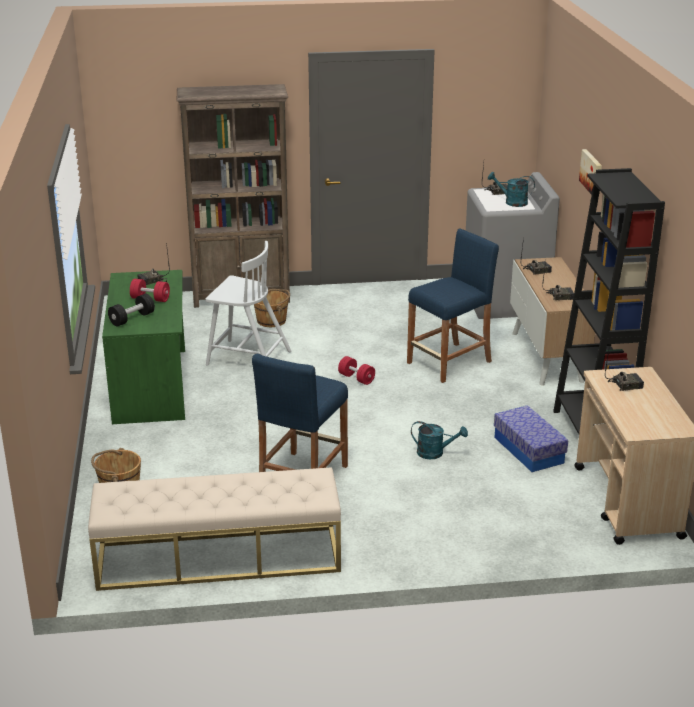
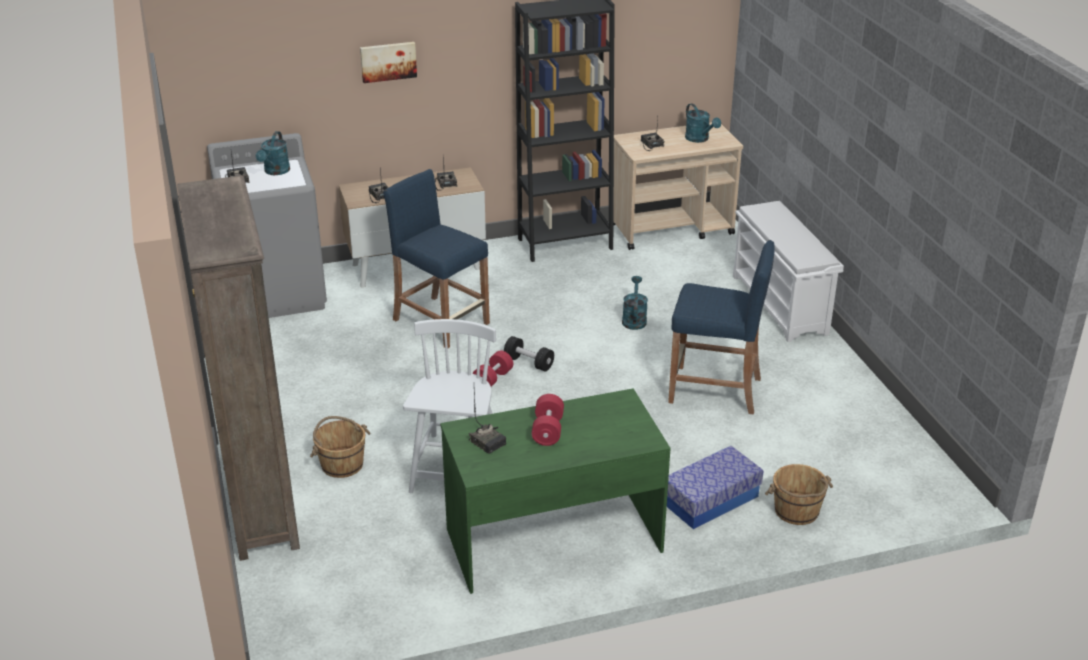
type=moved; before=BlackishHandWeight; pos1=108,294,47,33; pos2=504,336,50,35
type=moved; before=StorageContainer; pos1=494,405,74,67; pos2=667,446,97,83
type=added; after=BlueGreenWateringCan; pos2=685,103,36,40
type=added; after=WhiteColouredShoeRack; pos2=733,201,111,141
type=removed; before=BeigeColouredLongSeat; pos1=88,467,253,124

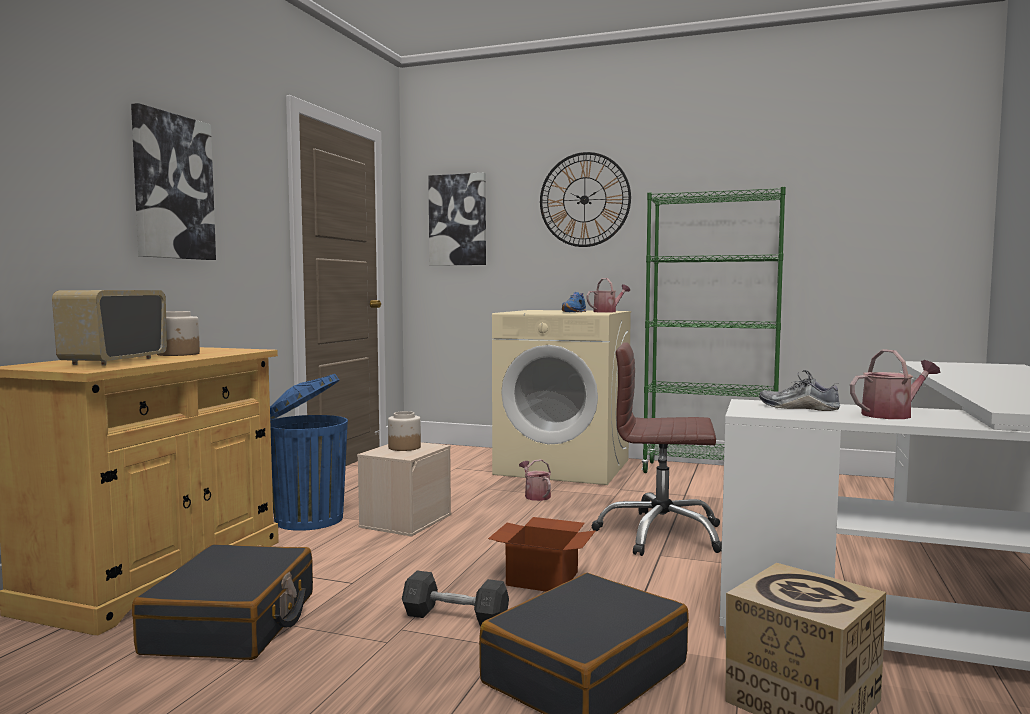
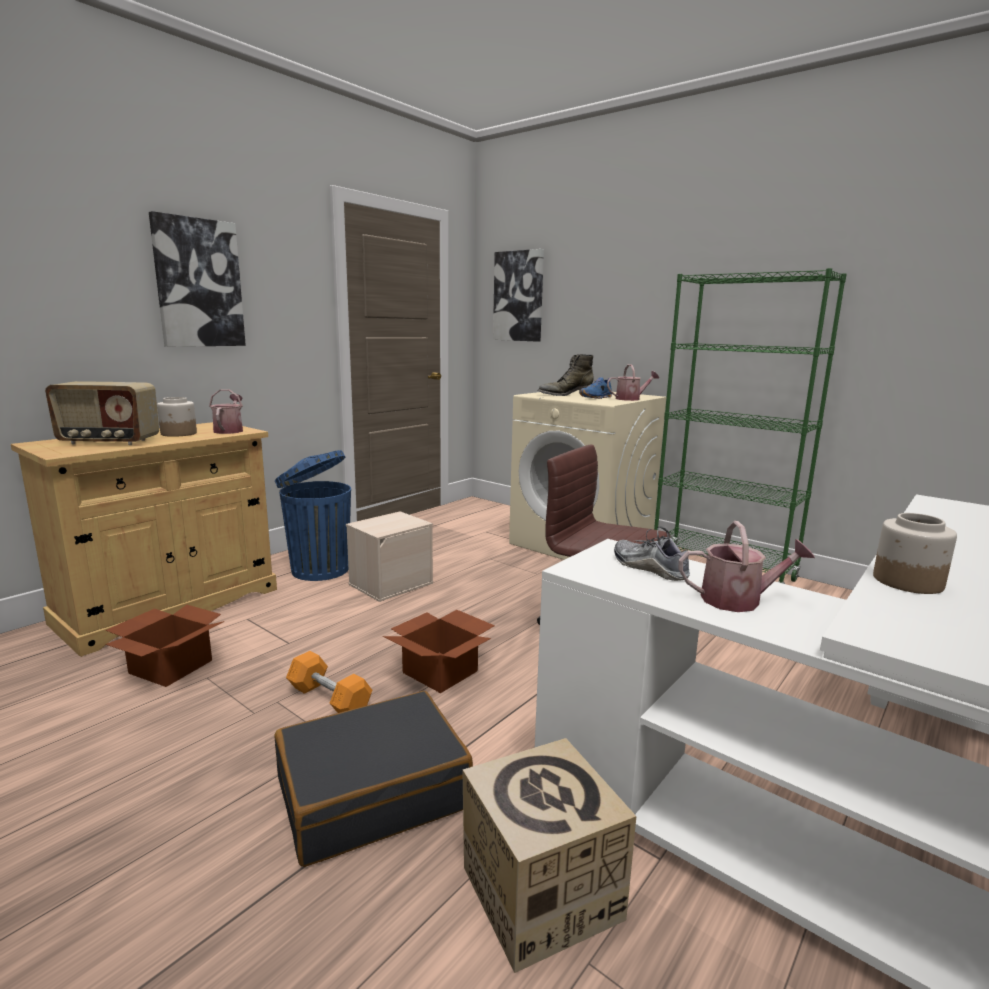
type=turned; before=Radio; pos1=52,290,115,76; pos2=45,381,114,64; turn=-120
type=replaced; before=BlackishSuitcase; after=PackingBox; pos1=132,544,181,116; pos2=105,605,120,82
type=moved; before=WateringCan; pos1=519,459,32,42; pos2=209,390,34,44
type=recoloured; before=GreyHandWeight; after=OrangeyHandWeight; pos1=402,571,107,55; pos2=286,651,86,62
type=added; after=GreenishHighTopBoot; pos2=537,354,57,42
type=moved; before=PreserveJar; pos1=388,411,33,40; pos2=873,513,84,81
type=removed; before=ClockOnTheWall; pos1=540,152,91,95

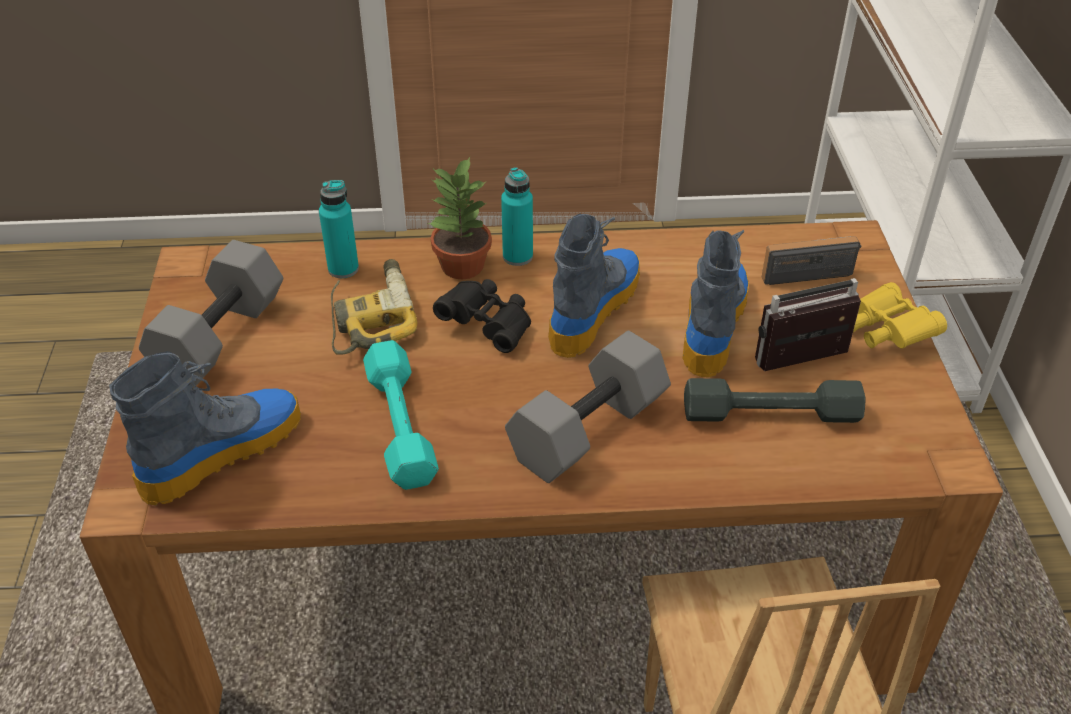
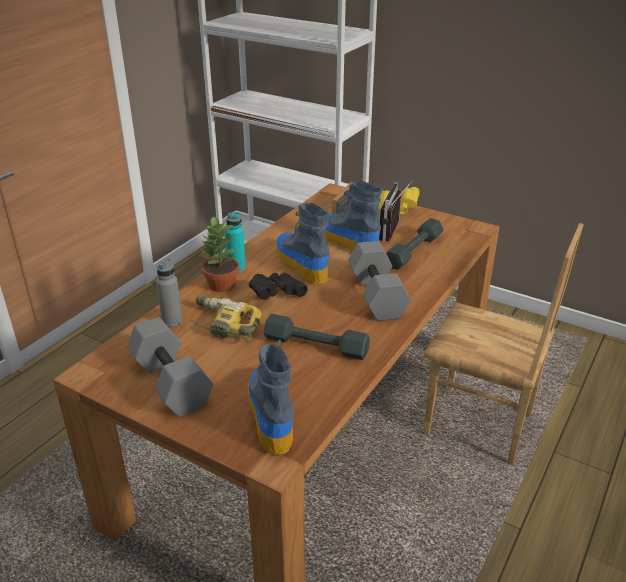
type=recoloured; before=BlueGreenBeverageBottle; after=GreyBeverageBottle; pos1=319,180,40,98; pos2=156,258,26,68
type=recoloured; before=BlueGreenHandWeight; after=GreyHandWeight; pos1=363,340,76,150; pos2=263,314,107,46

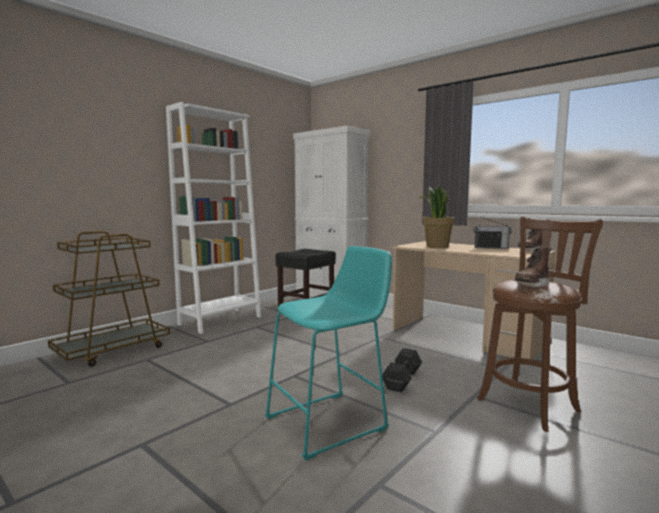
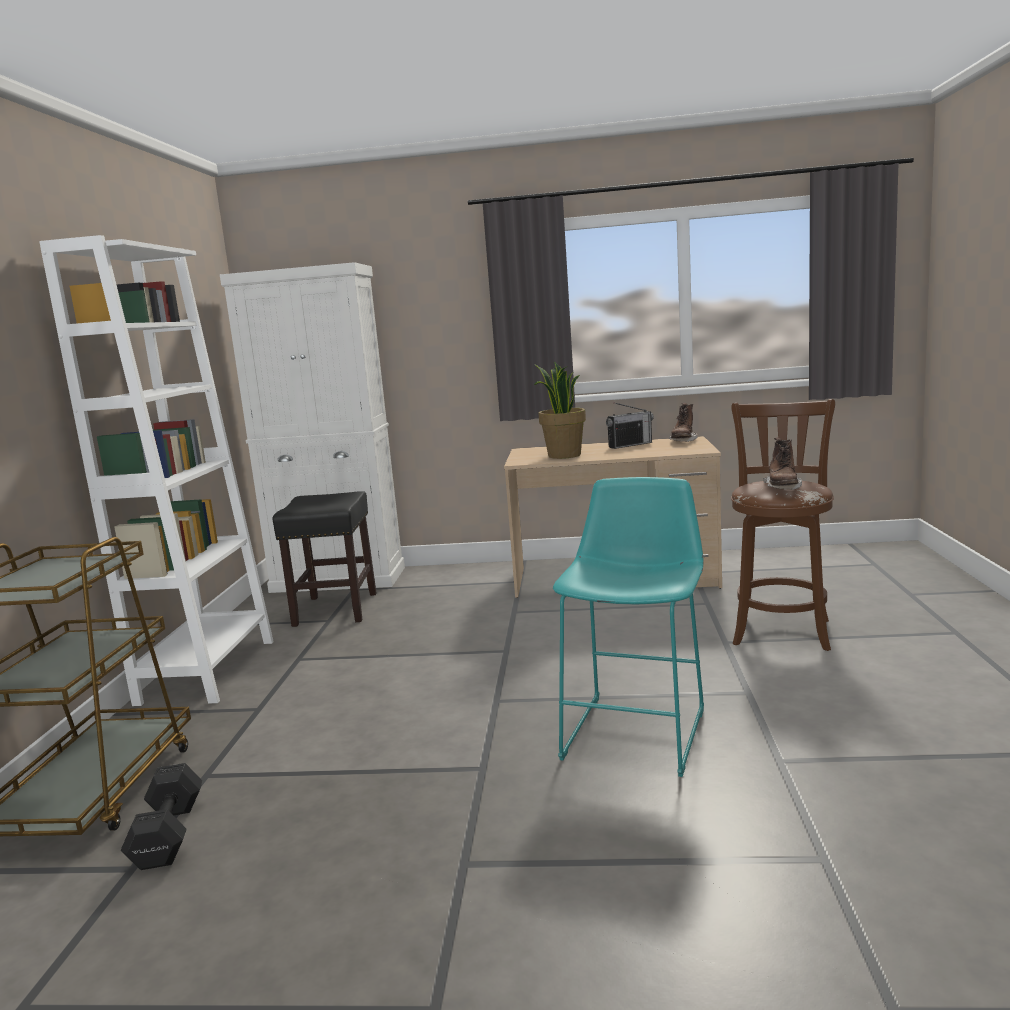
type=moved; before=BlackishHandWeight; pos1=382,348,40,44; pos2=121,763,82,107

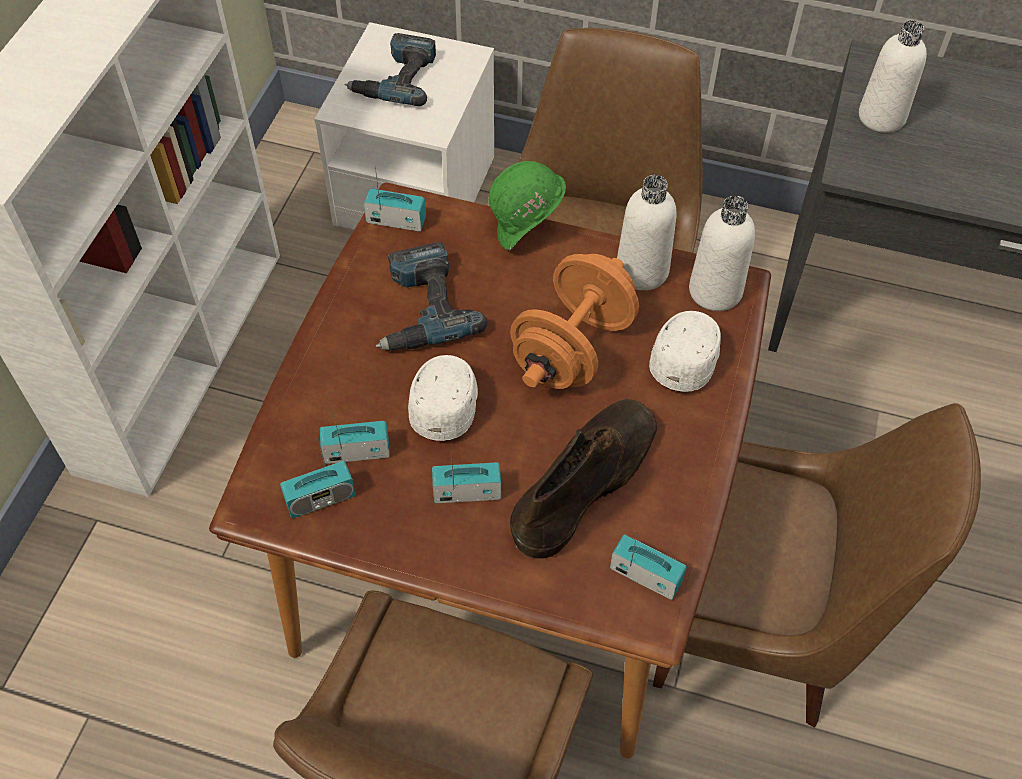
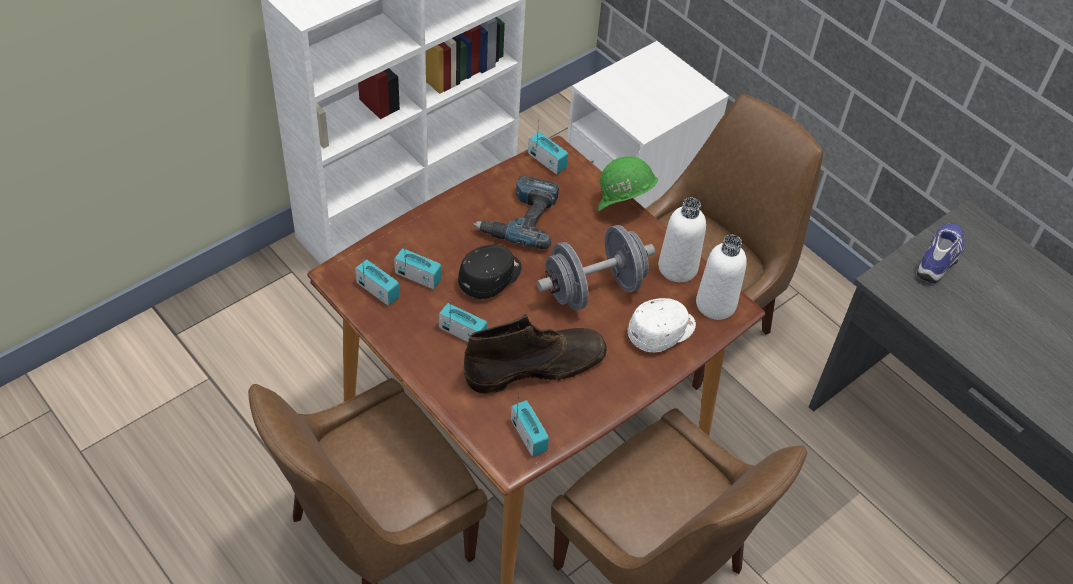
type=turned; before=Radio; pos1=280,430,76,88; pos2=355,246,45,60; turn=-150
type=recoloured; before=WhiteColouredBaseballCap; after=BlackishBaseballCap; pos1=408,355,70,86; pos2=458,244,64,55
type=recoloured; before=OrangeyHandWeight; after=GreyHandWeight; pos1=510,254,129,135; pos2=537,225,118,85
type=replaced; before=WhiteColouredBeverageBottle; after=LowShoe; pos1=859,20,68,113; pos2=917,223,48,60
type=removed; before=ElectricDrill; pos1=345,33,91,73

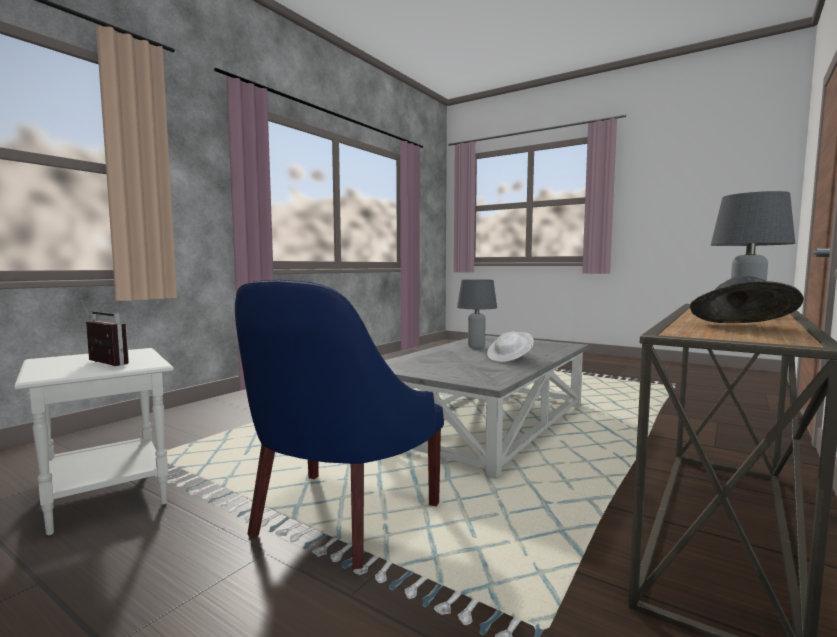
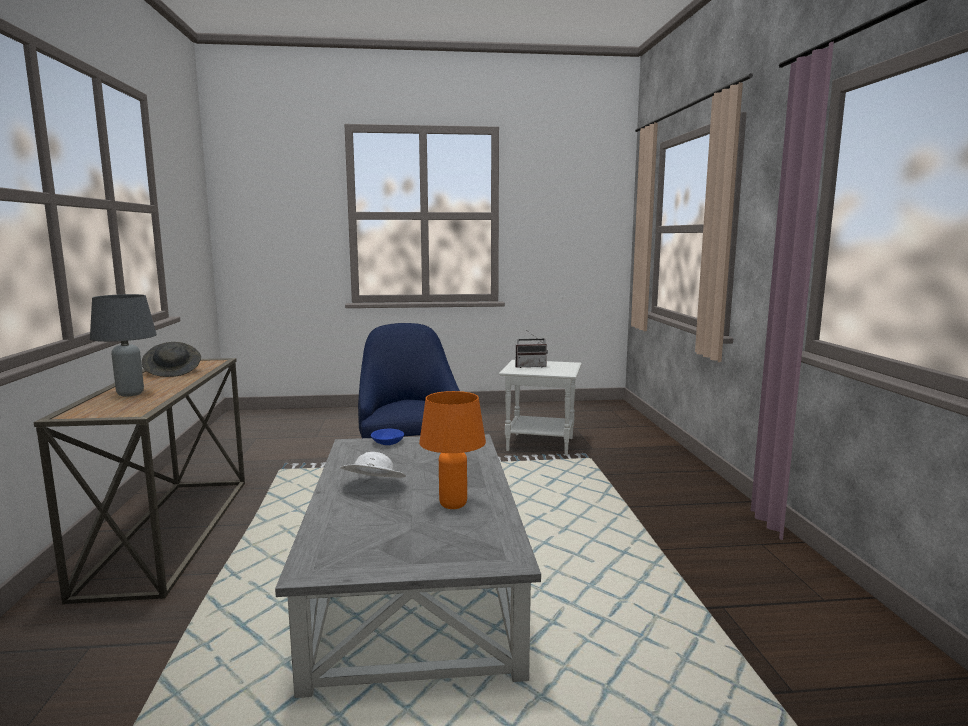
type=added; after=BlueServingBowl; pos2=371,429,33,16
type=recoloured; before=GreyTabletopLamp; after=OrangeyTabletopLamp; pos1=457,279,40,70; pos2=419,391,67,118

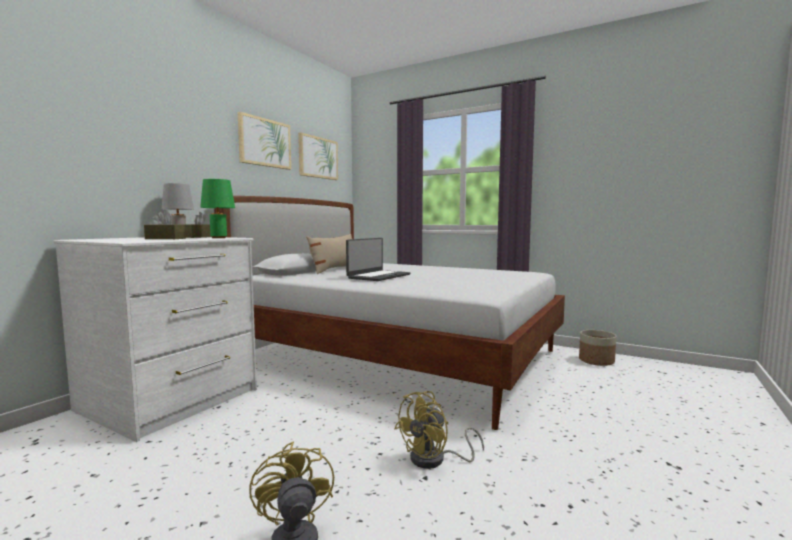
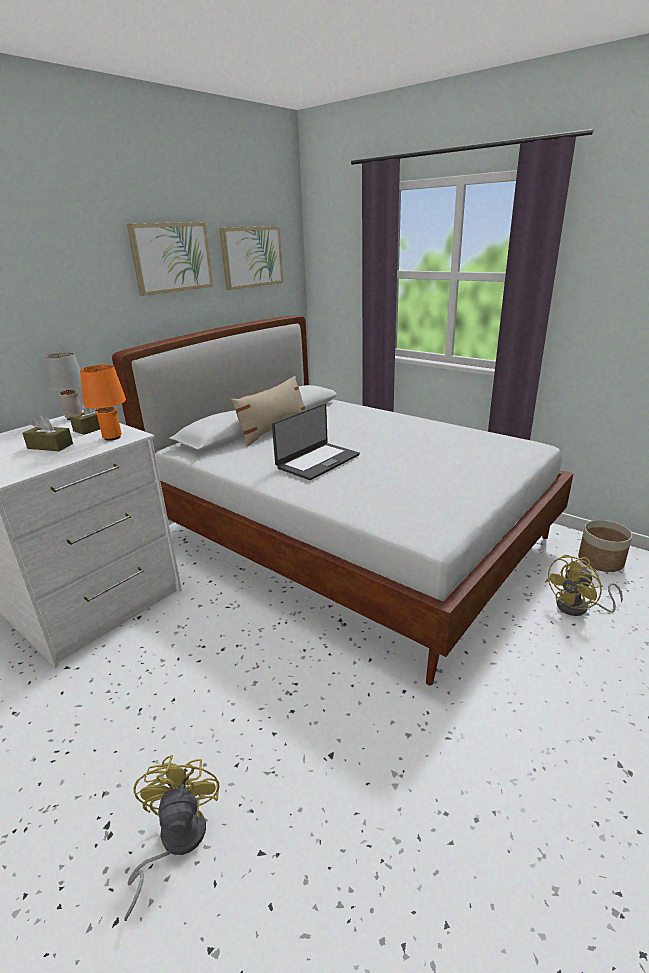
type=recoloured; before=GreenishTabletopLamp; after=OrangeyTabletopLamp; pos1=200,179,35,59; pos2=80,365,46,76
type=moved; before=YellowColouredFan; pos1=395,391,89,78; pos2=545,555,78,61

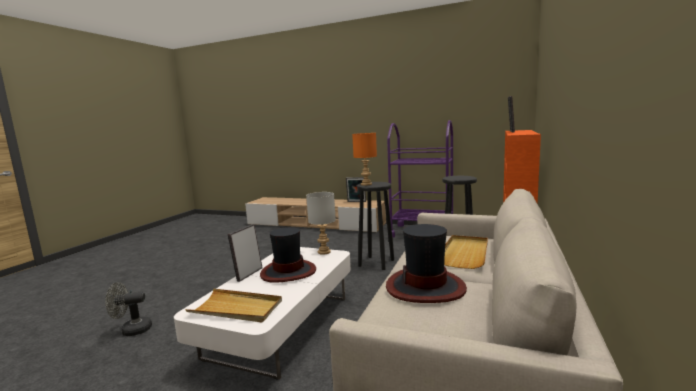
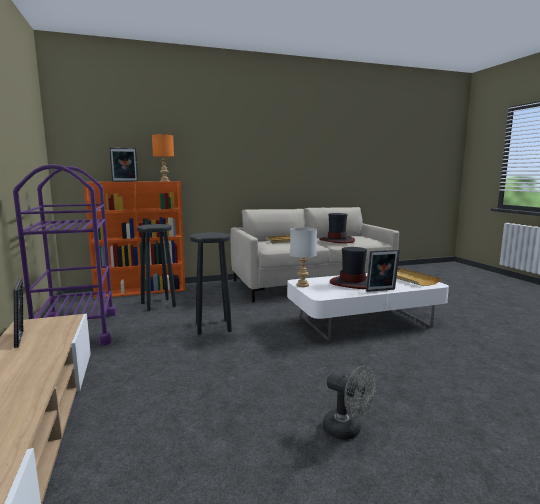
type=moved; before=OrangeyTabletopLamp; pos1=352,133,25,53; pos2=152,134,22,48
type=moved; before=GreyFan; pos1=105,282,47,54; pos2=323,365,53,75

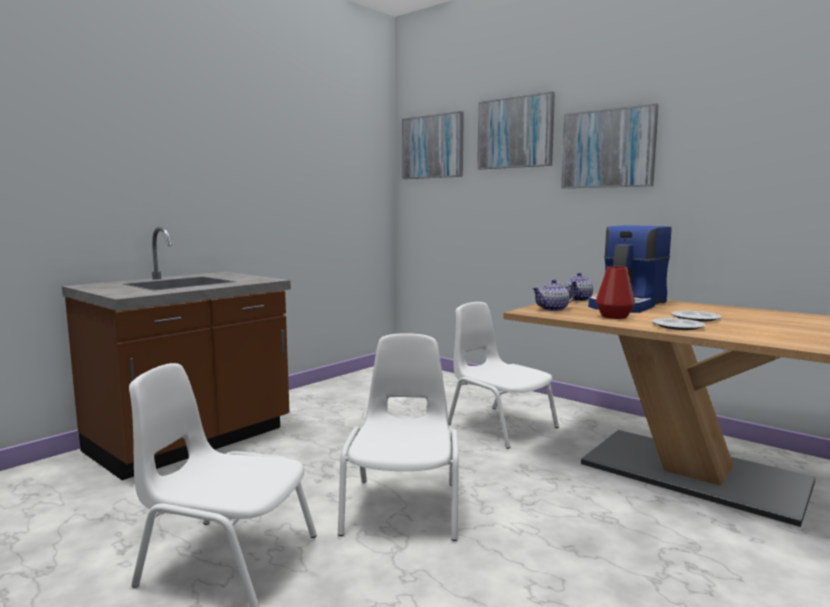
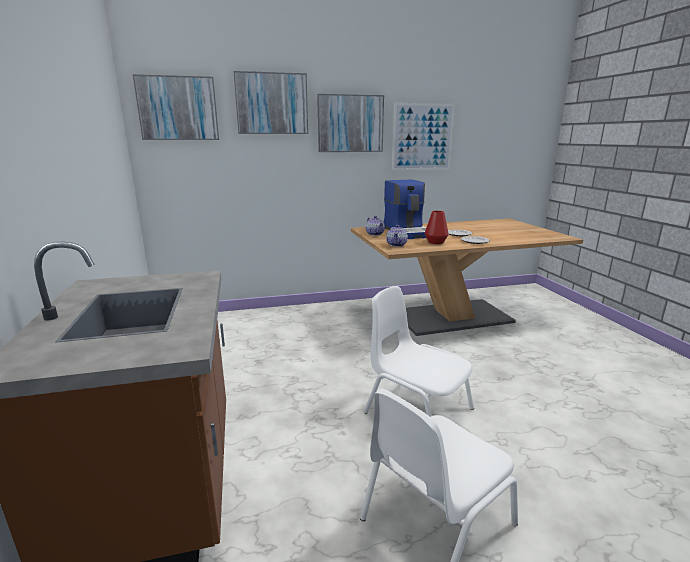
type=added; after=Picture; pos2=392,103,63,68
type=removed; before=WhiteColouredUprightChair; pos1=448,302,111,147

